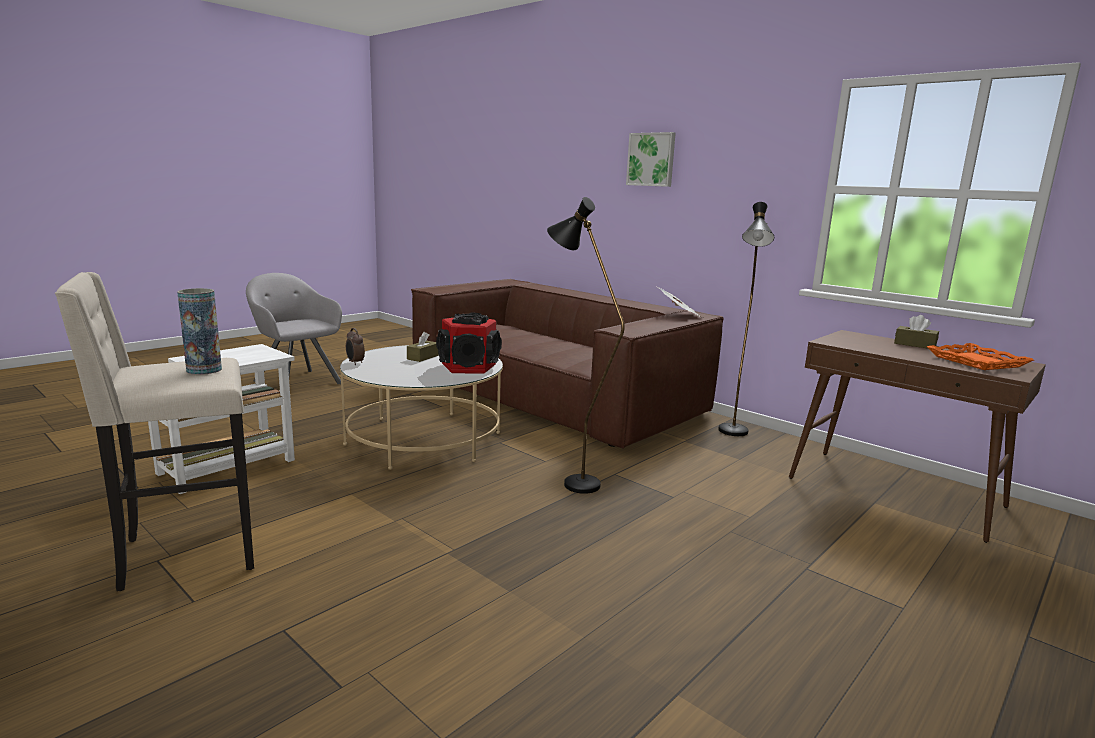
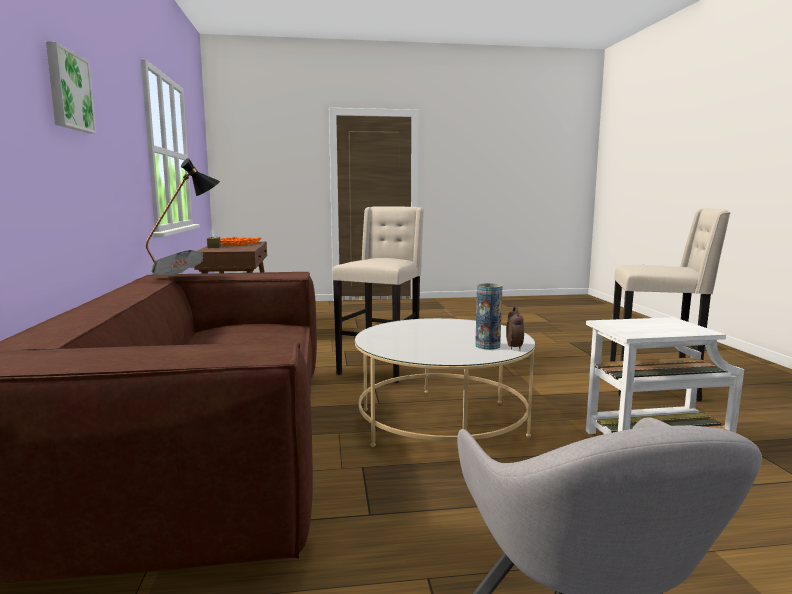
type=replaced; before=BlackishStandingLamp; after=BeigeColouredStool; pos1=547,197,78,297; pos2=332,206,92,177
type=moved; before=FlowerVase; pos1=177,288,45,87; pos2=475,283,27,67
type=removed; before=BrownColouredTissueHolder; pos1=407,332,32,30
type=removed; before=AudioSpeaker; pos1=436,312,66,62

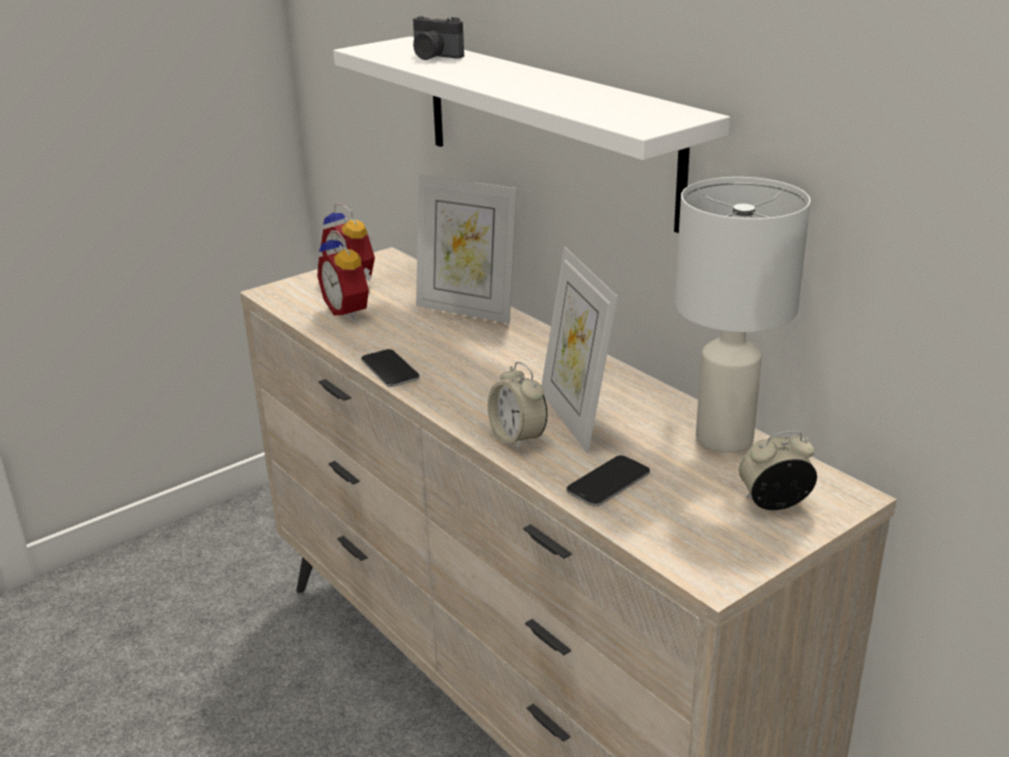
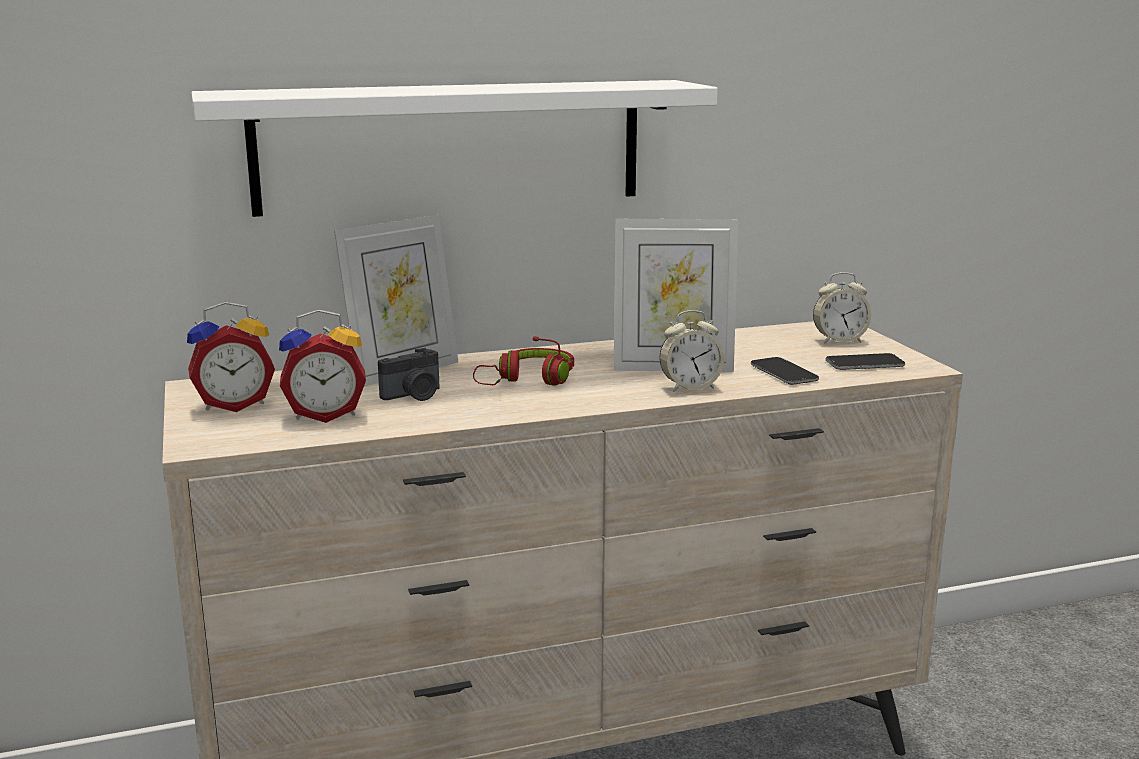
type=moved; before=PhotoCamera; pos1=413,16,51,44; pos2=378,348,61,53
type=added; after=ReddishHeadset; pos2=473,336,101,50
type=turned; before=TableClock; pos1=739,431,78,79; pos2=813,272,58,71; turn=-105
type=moved; before=Handset; pos1=361,349,59,38; pos2=826,353,79,17
type=removed; before=WhiteColouredTabletopLamp; pos1=675,177,136,276

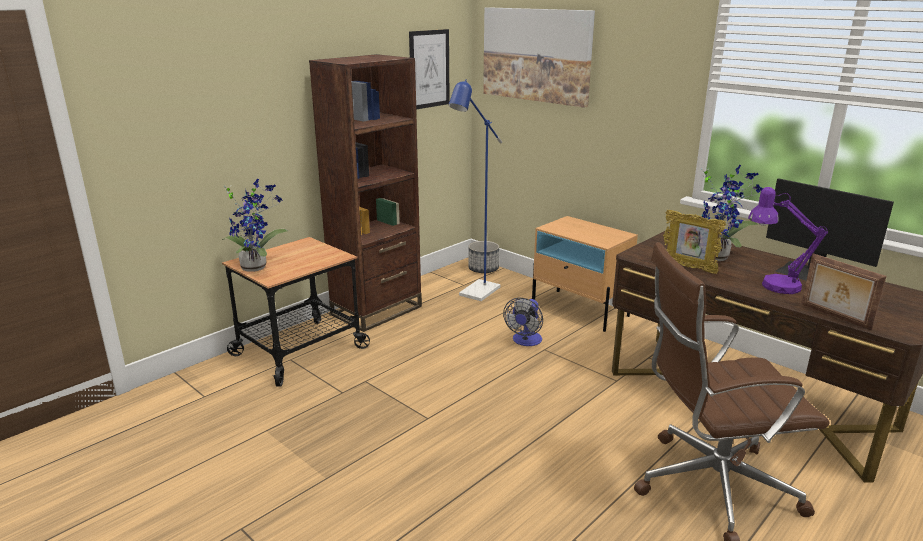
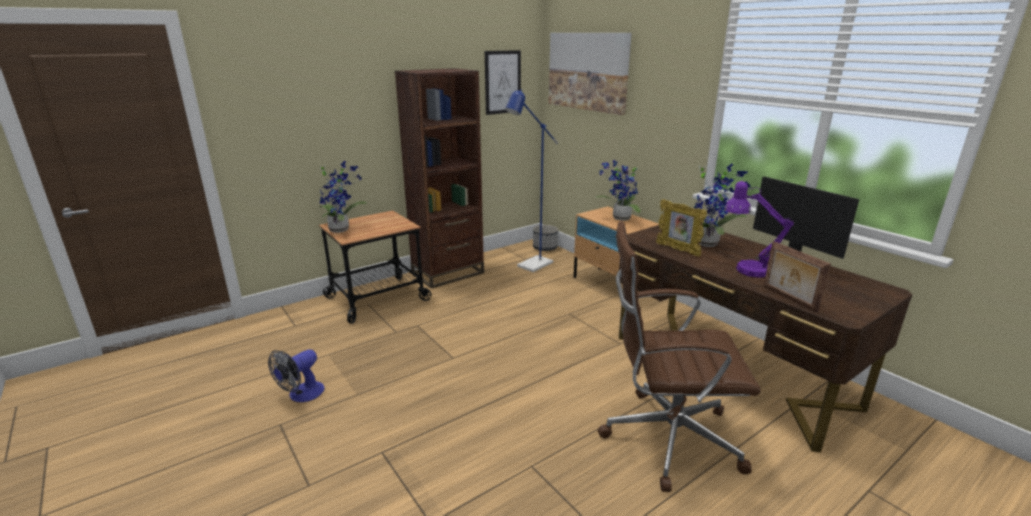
type=moved; before=Fan; pos1=503,298,40,48; pos2=268,350,57,52
type=added; after=PlantInAPot; pos2=595,160,46,61

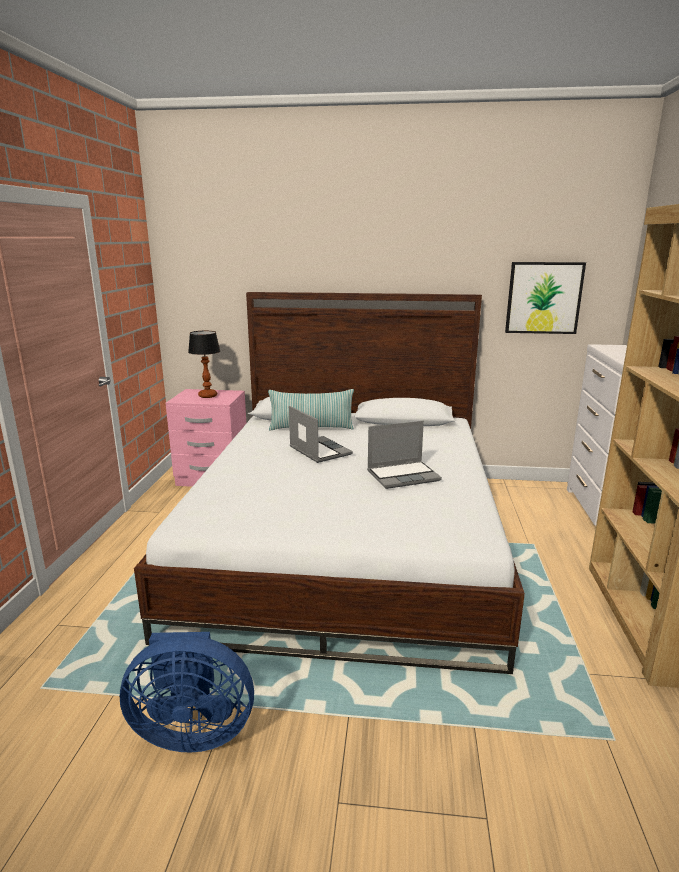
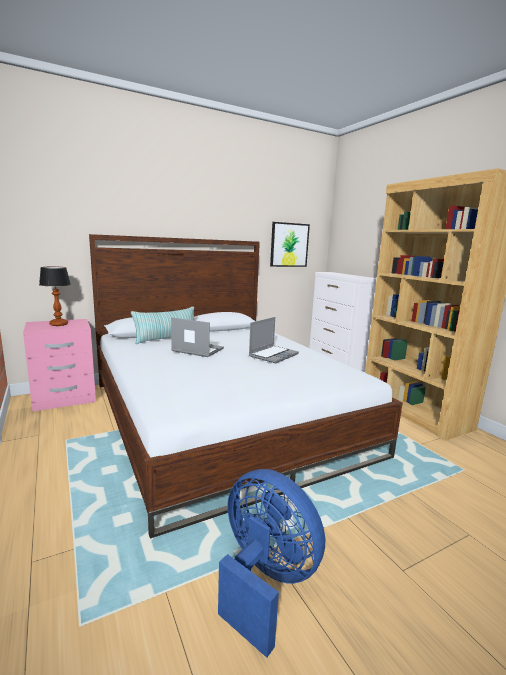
type=turned; before=BlueFan; pos1=120,632,134,121; pos2=218,469,107,189; turn=-105

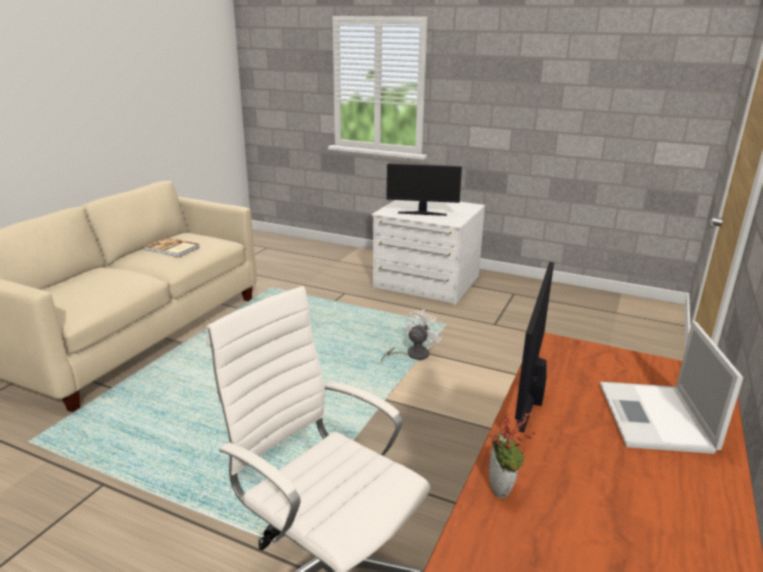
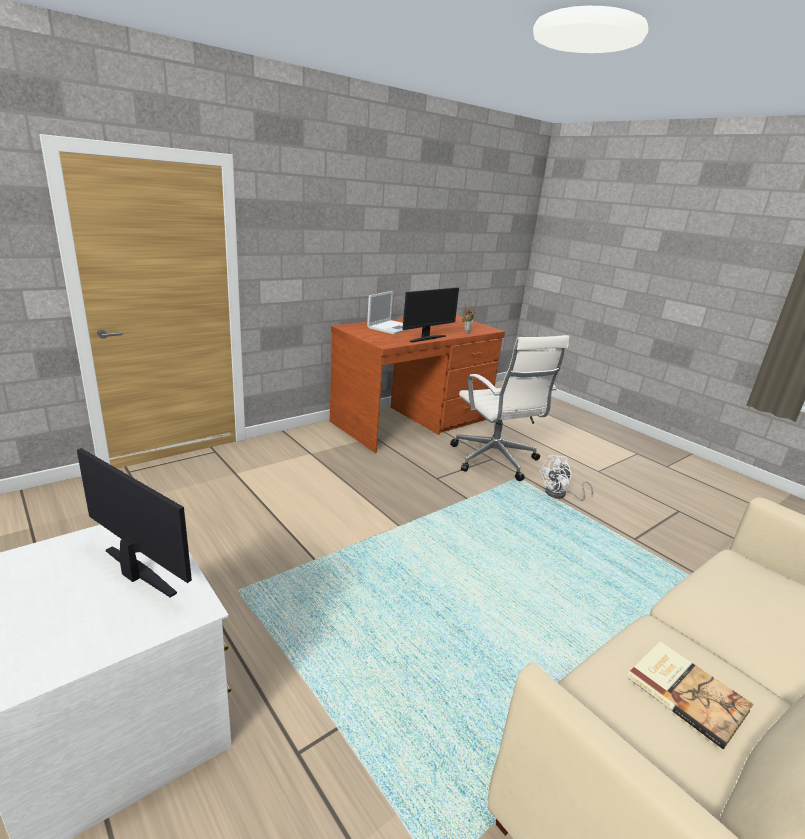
type=moved; before=WhiteColouredFan; pos1=381,309,60,53; pos2=539,455,54,46

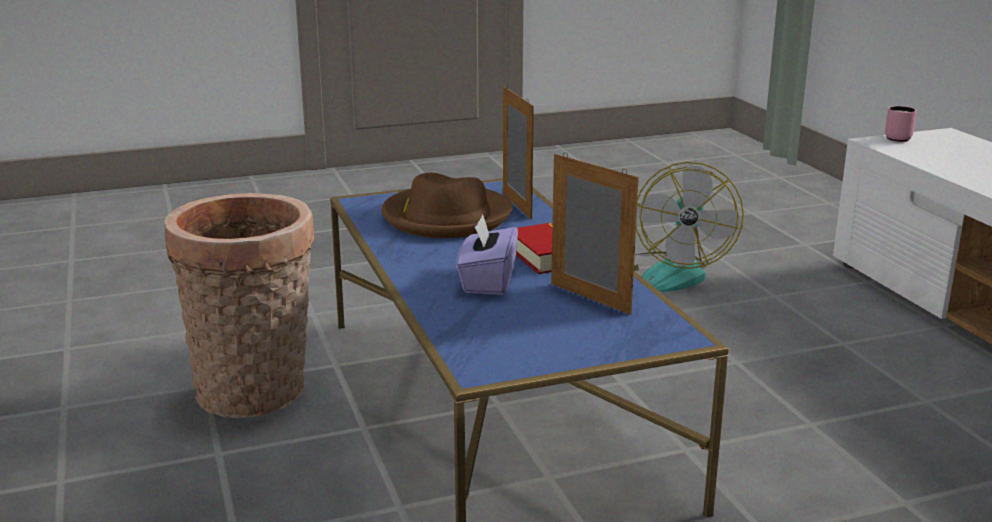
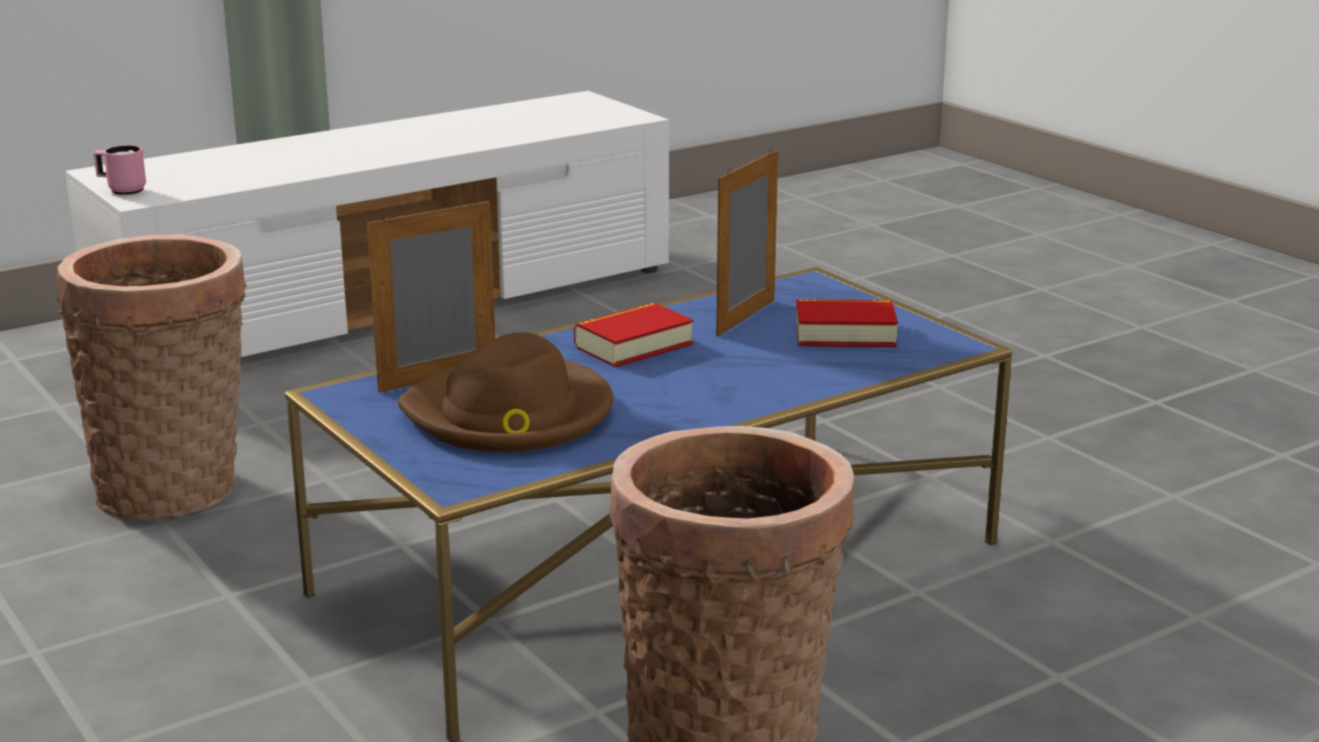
type=replaced; before=Fan; after=Basket; pos1=634,162,110,130; pos2=57,235,190,285
type=added; after=Volume; pos2=796,299,102,48
type=removed; before=PurplishTissueHolder; pos1=456,215,62,80

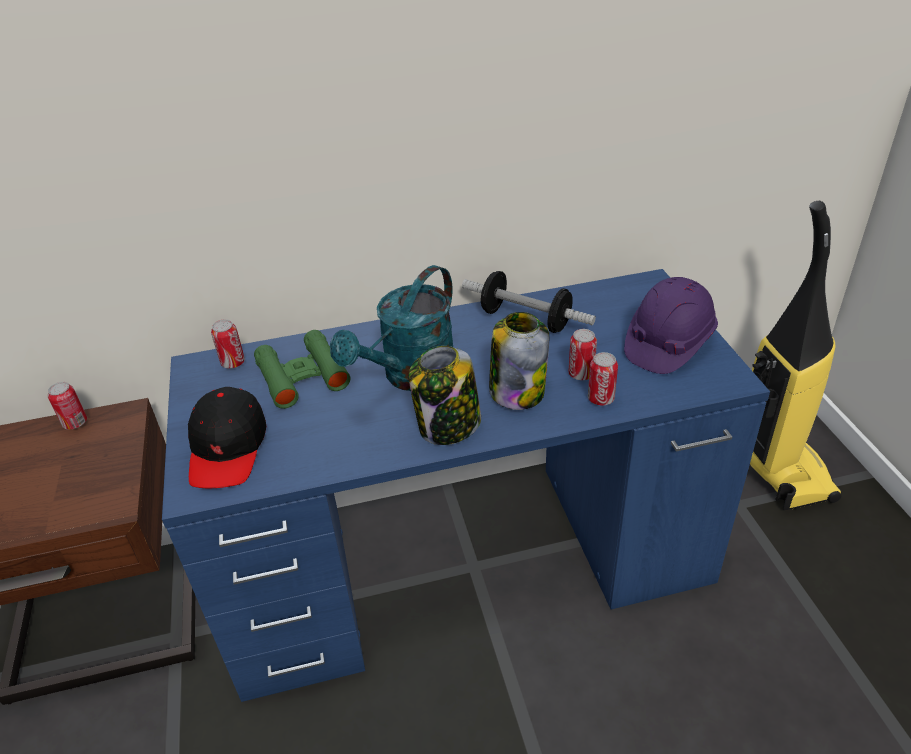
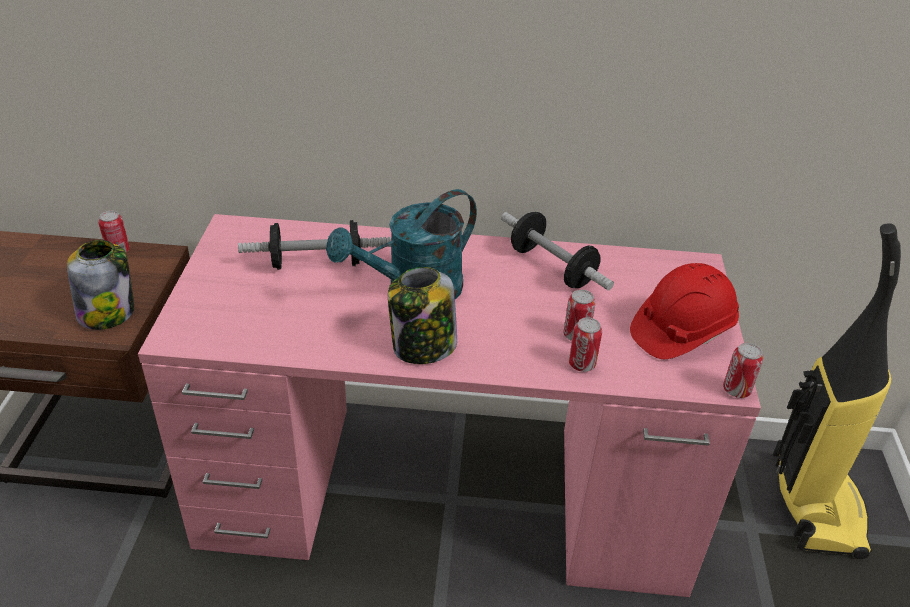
type=moved; before=PreserveJar; pos1=489,312,60,98; pos2=67,240,67,90
type=recoloured; before=BlueDeskTable; after=PinkishDeskTable; pos1=162,269,608,433; pos2=138,214,623,383
type=replaced; before=GreenishPairOfBinoculars; after=HandWeight; pos1=254,330,97,79; pos2=238,220,153,50
type=recoloured; before=PurplishWorkHelmet; after=ReddishWorkHelmet; pos1=624,277,94,97; pos2=630,263,109,96
type=moved; before=Can; pos1=211,319,34,49; pos2=723,343,40,55
type=removed; before=BlackishBaseballCap; pos1=188,387,78,101

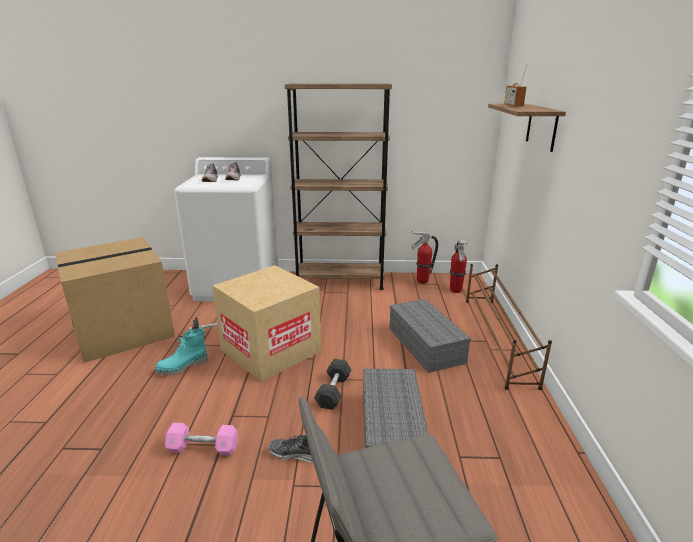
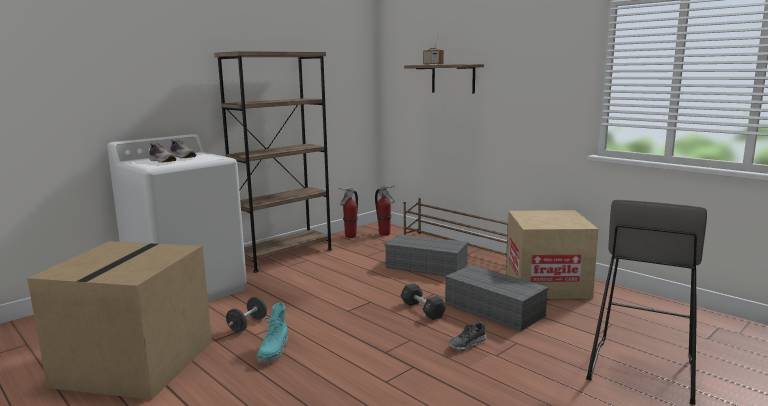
type=moved; before=PackingBox; pos1=212,265,109,117; pos2=506,210,93,89
type=removed; before=PinkishHandWeight; pos1=165,423,73,33

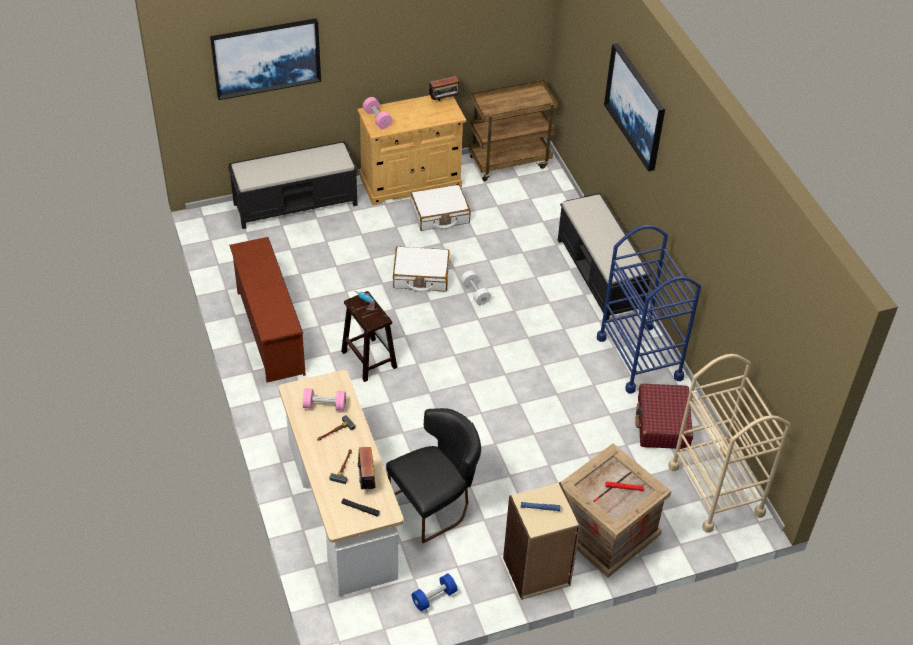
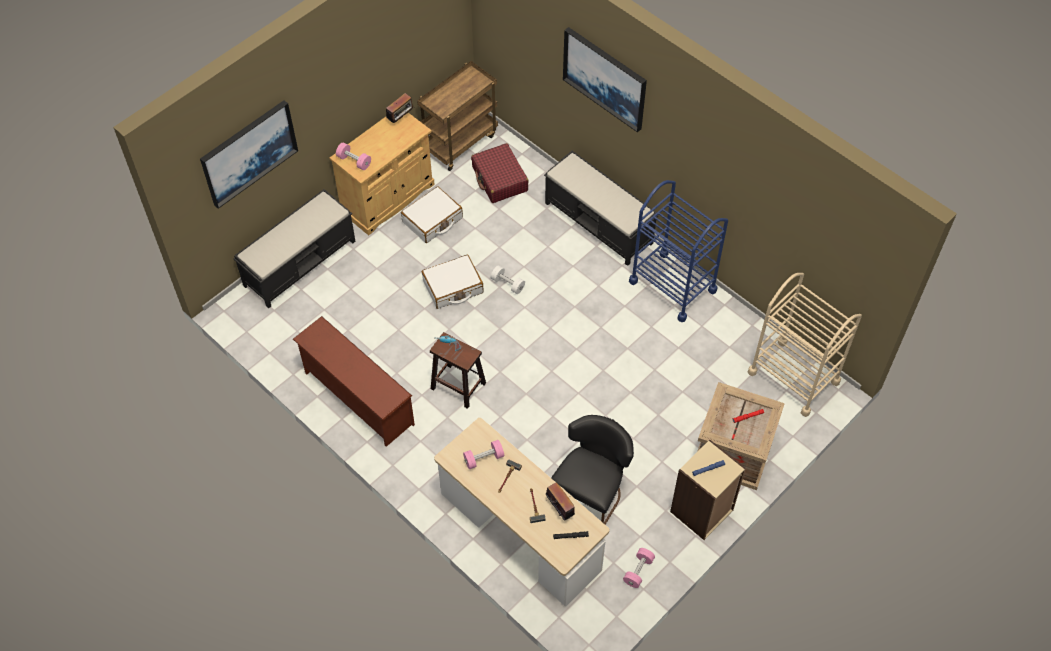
type=moved; before=ReddishSuitcase; pos1=635,384,58,65; pos2=471,143,58,60
type=recoloured; before=BlueHandWeight; after=PinkishHandWeight; pos1=412,574,45,37; pos2=623,548,32,40

